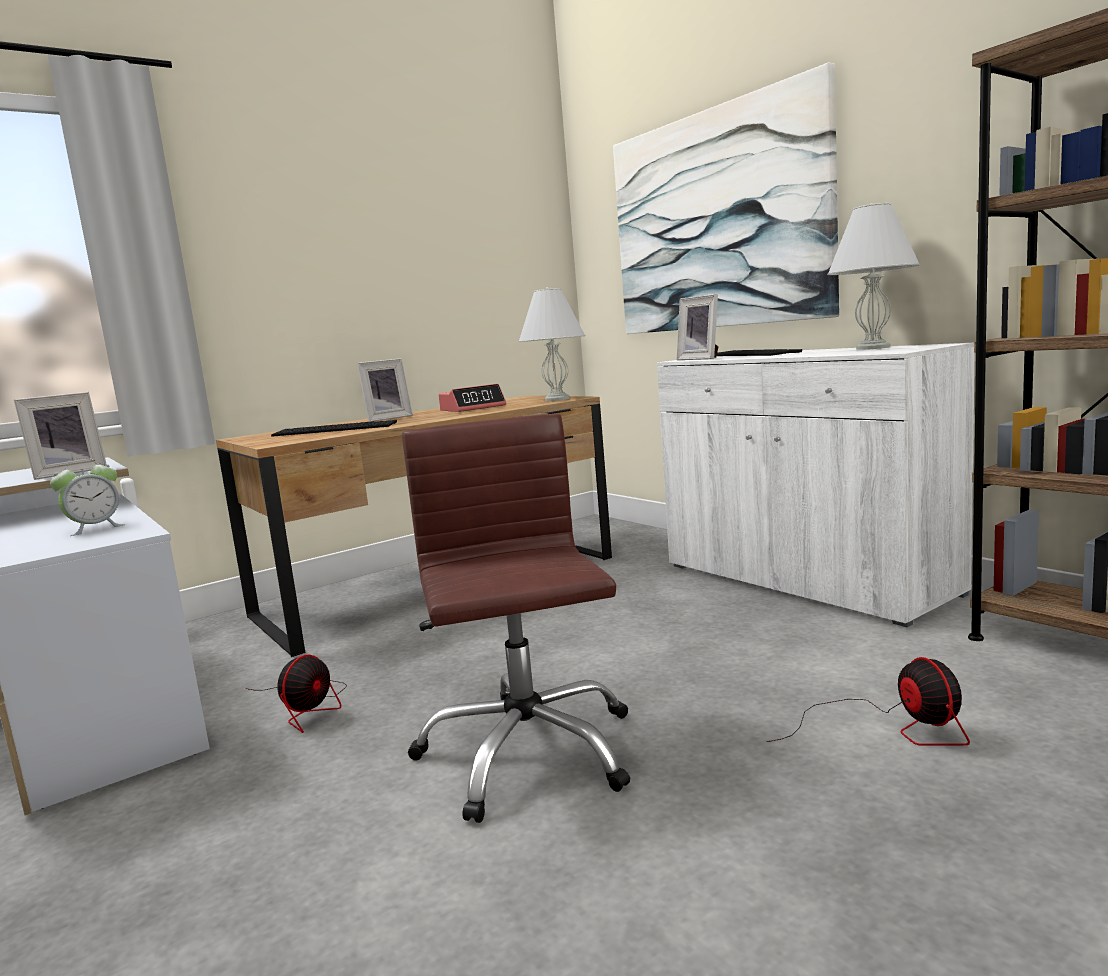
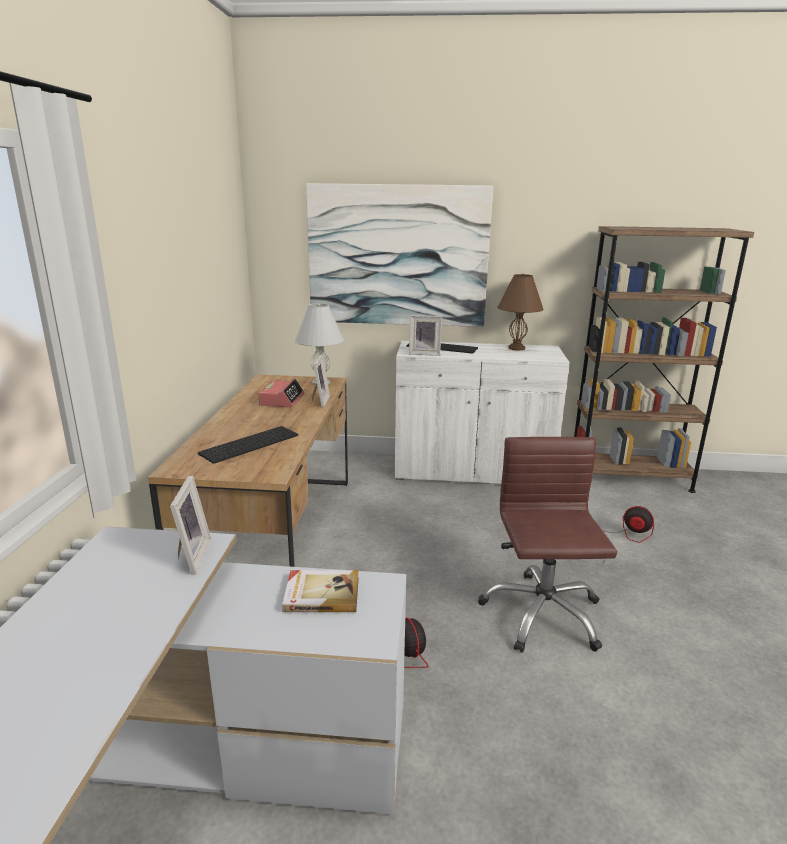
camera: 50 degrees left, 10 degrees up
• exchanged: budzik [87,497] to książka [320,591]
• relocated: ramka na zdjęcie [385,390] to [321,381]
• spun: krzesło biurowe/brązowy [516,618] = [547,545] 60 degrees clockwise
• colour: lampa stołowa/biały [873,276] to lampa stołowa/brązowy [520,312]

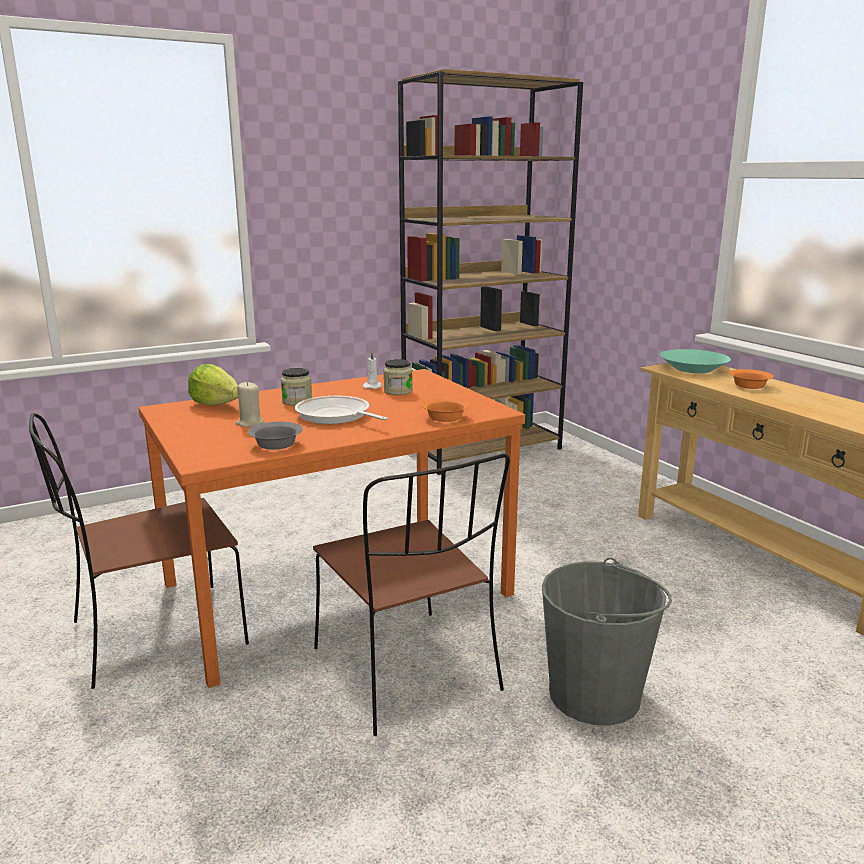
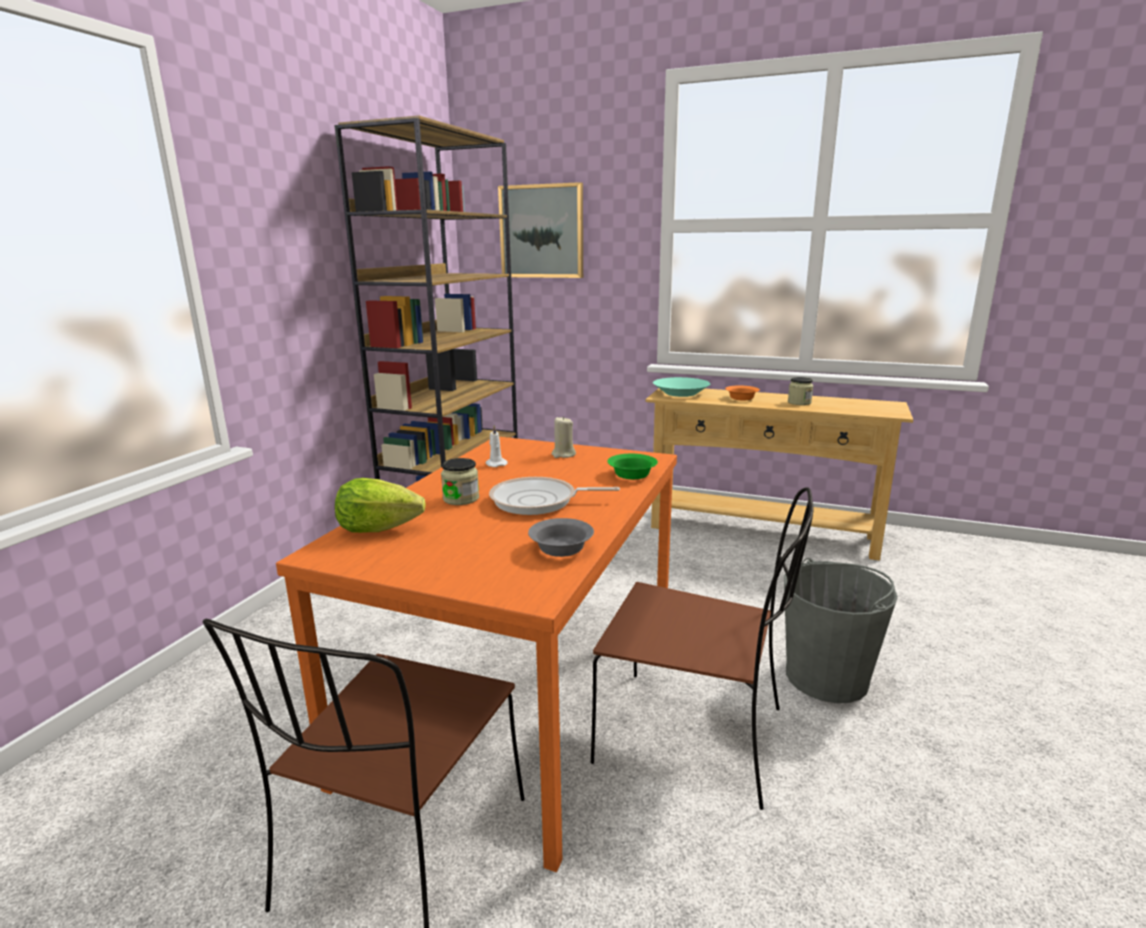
camera: 40 degrees left, 0 degrees up
• relocated: świeca/beżowy [250,404] to [564,437]
• relocated: słoik [397,377] to [800,391]
• colour: miska/pomarańczowy [445,410] to miska/zielony [632,466]
• appeared: obraz [540,230]

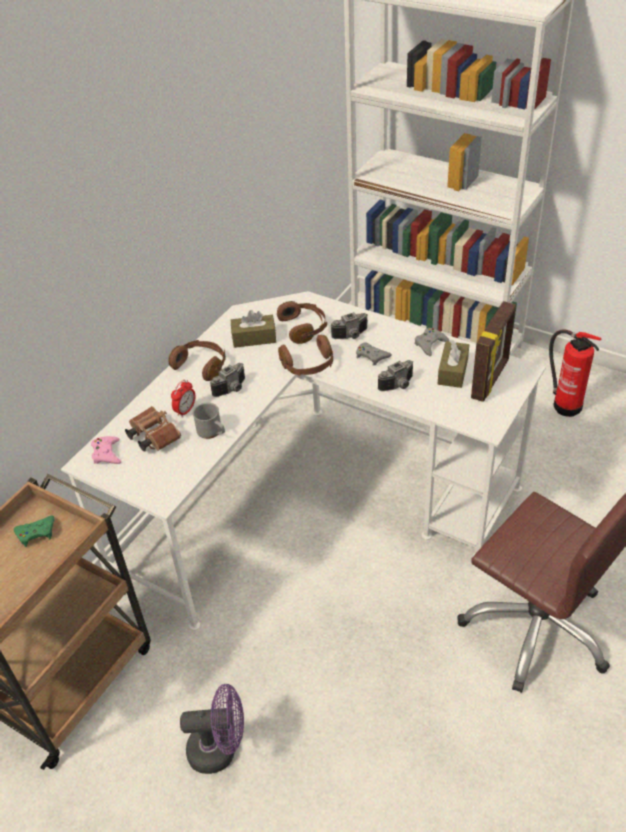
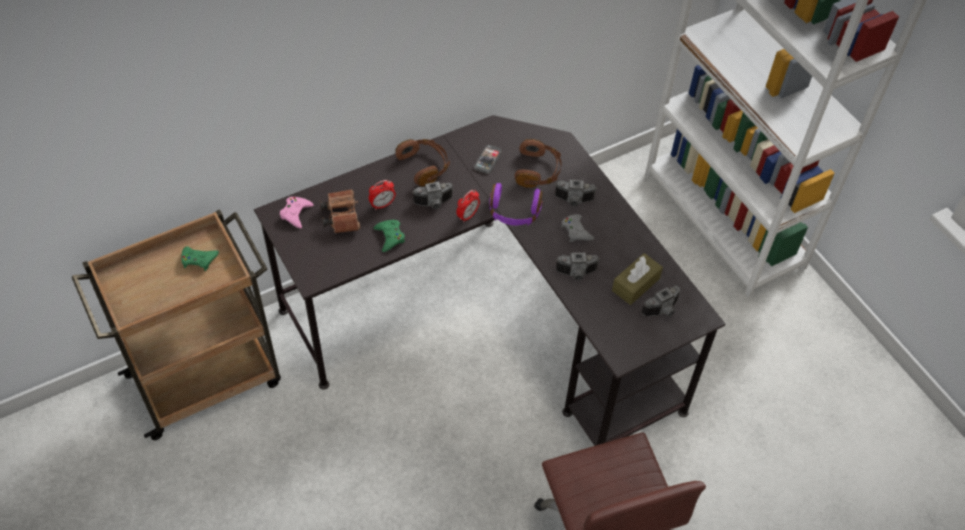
camera: 25 degrees right, 10 degrees up
• colour: biurko/biały [303,461] to biurko/czarny [489,280]
• missing: wentylator/fioletowy [212,729]
• exchanged: kubek/szary [209,421] to pad do gier/zielony [389,236]
• exchanged: pudełko chusteczek/brązowy [253,329] to telefon [488,159]
• colour: słuchawki/brązowy [305,355] to słuchawki/fioletowy [516,204]
• missing: pad do gier/szary [431,342]
• exchanged: ramka na zdjęcie [493,351] to aparat fotograficzny [661,301]
• missing: gaśnica [575,373]
• appeared: budzik [468,206]

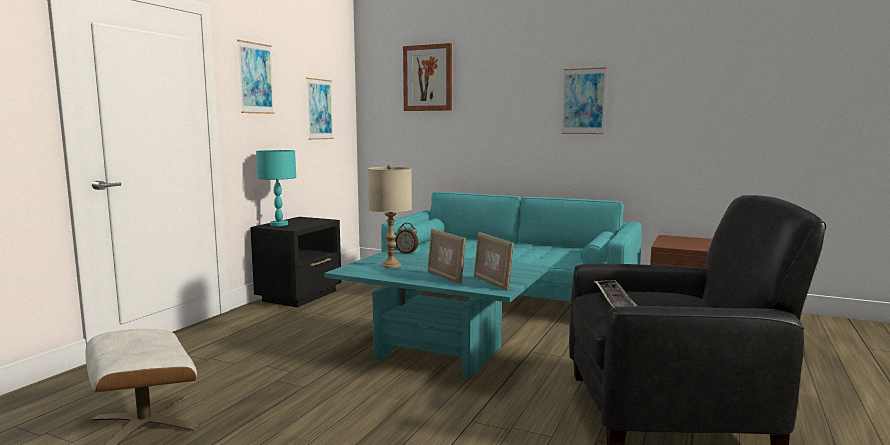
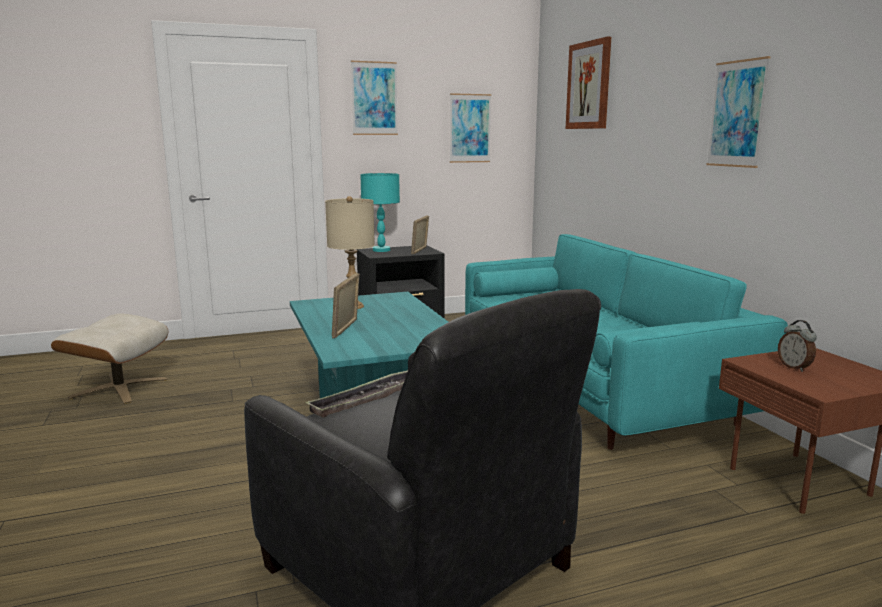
camera: 45 degrees right, 5 degrees up
• relocated: budzik [406,238] to [797,346]
• relocated: ramka na zdjęcie [494,261] to [420,234]

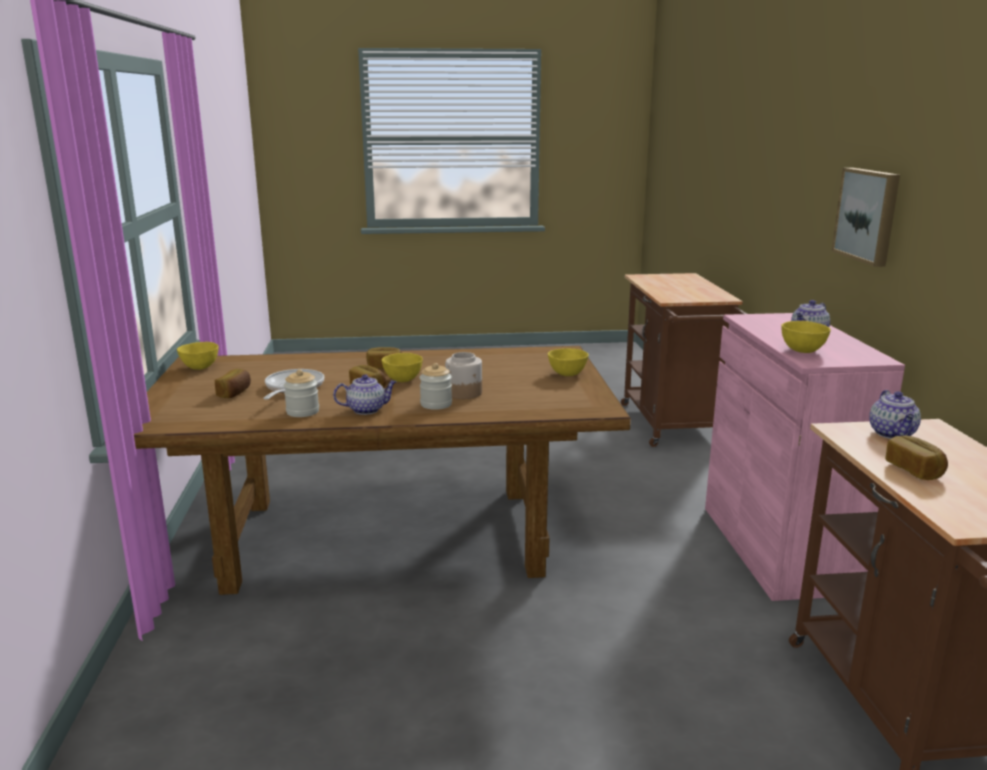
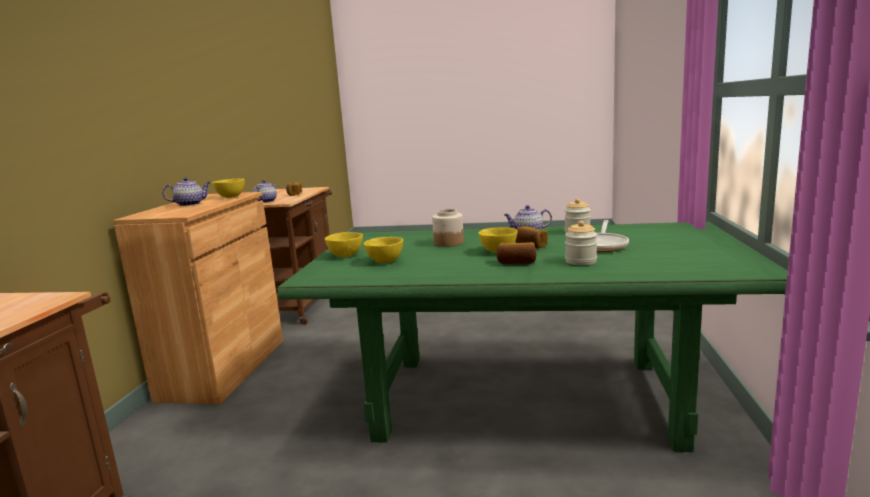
camera: 165 degrees left, 5 degrees down
• colour: stół jadalny/brązowy [382,470] to stół jadalny/zielony [532,337]
• relocated: miska/żółty [198,356] to [383,250]
• missing: chleb [233,383]
• relocated: słoik [435,386] to [581,243]
• colour: szafka/różowy [805,457] to szafka/brązowy [198,298]
• missing: obraz [866,217]

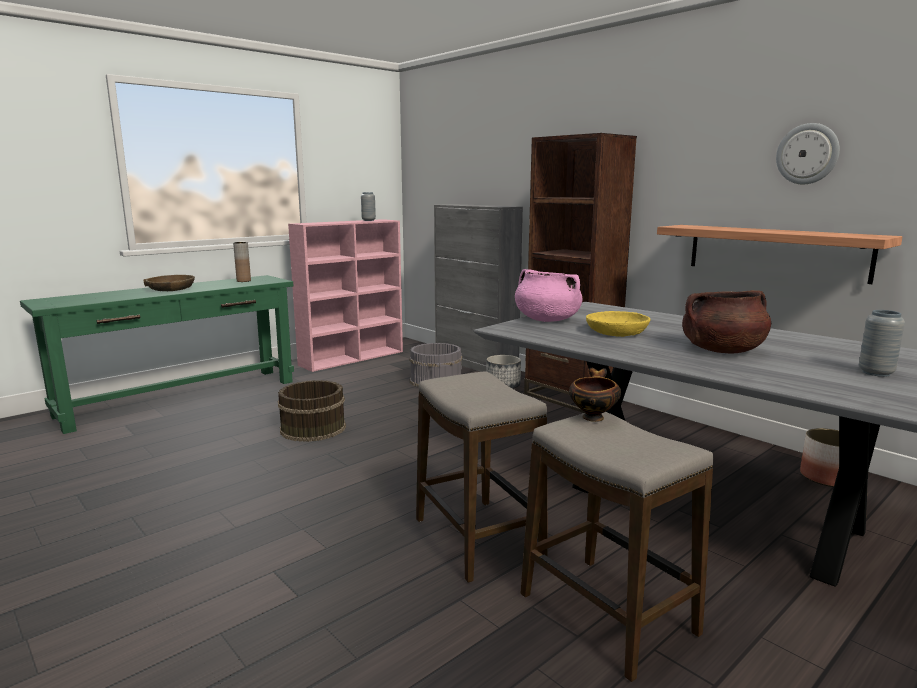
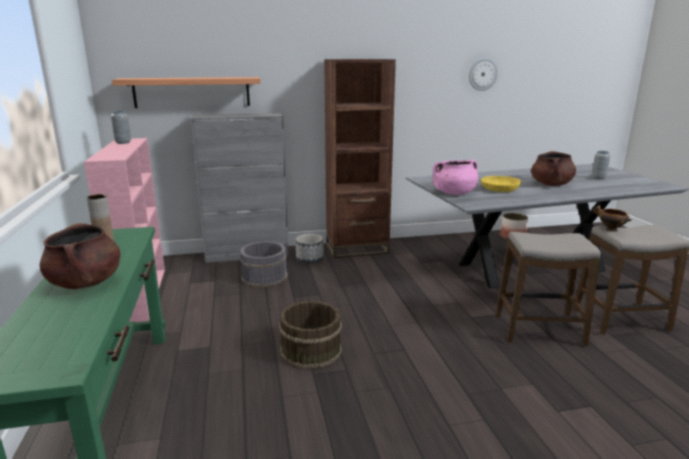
camera: 60 degrees left, 5 degrees up
• exchanged: miska/brązowy [169,283] to garnek/brązowy [80,256]
• relocated: półka [780,254] to [186,92]

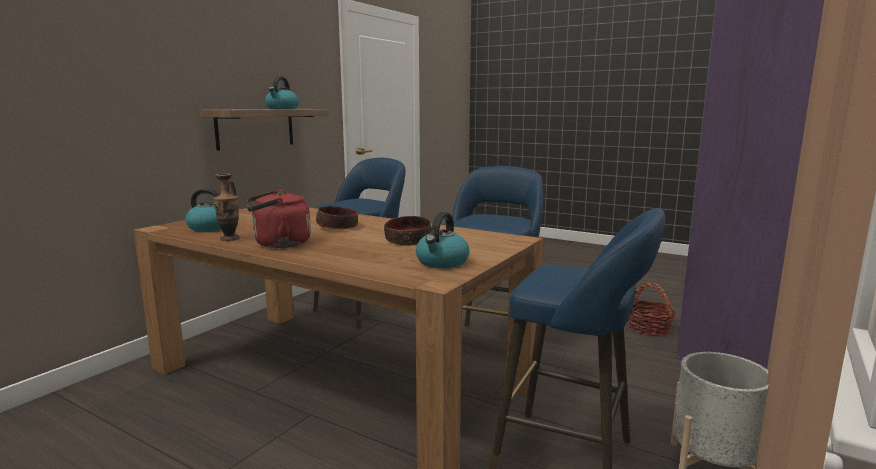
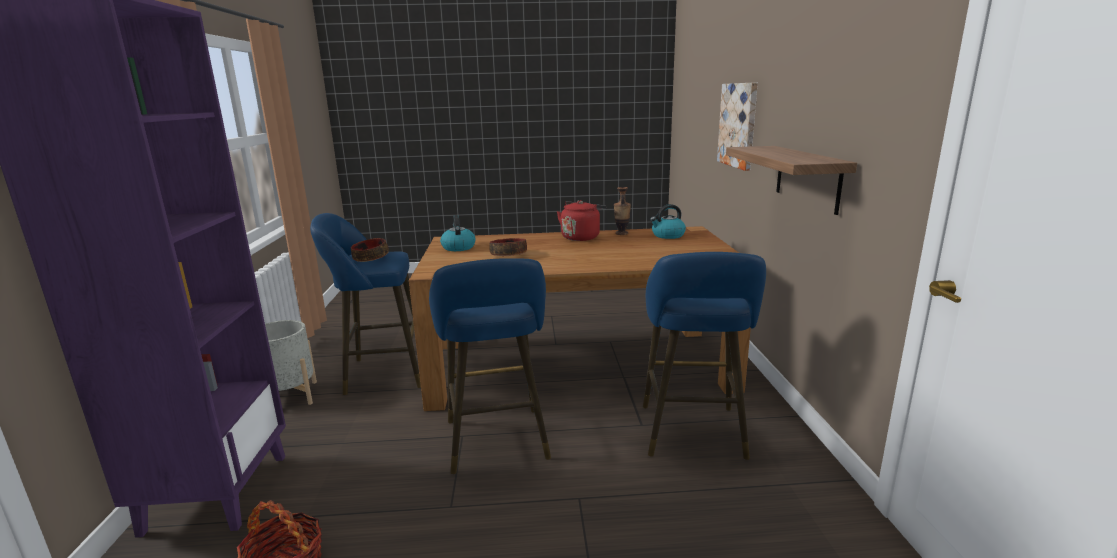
camera: 145 degrees right, 5 degrees up
• missing: czajnik [282,92]
• relocated: miska [337,217] to [370,250]
• appeared: obraz [737,126]

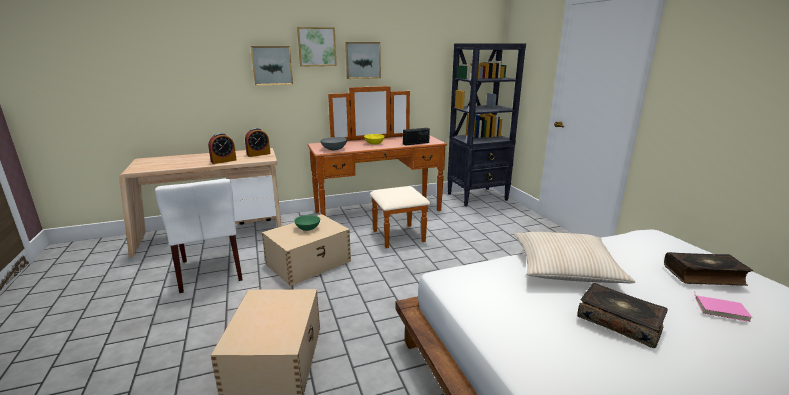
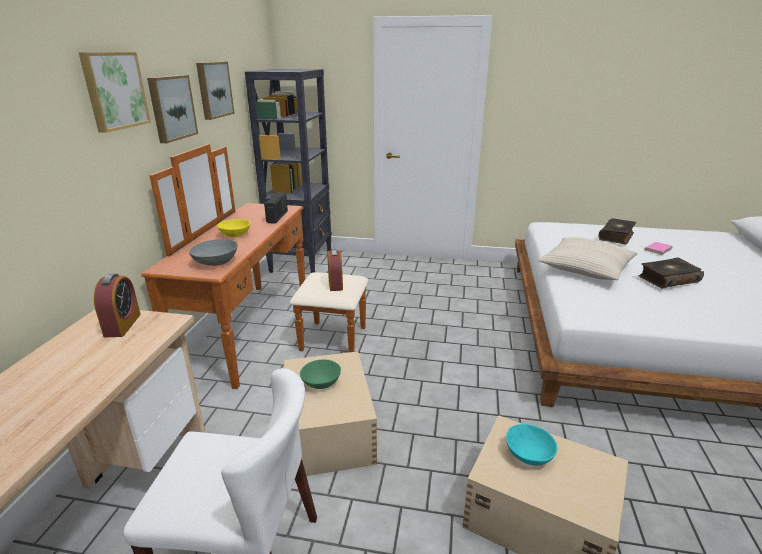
camera: 60 degrees left, 5 degrees up
• relocated: budzik [222,148] to [335,270]
• relocated: obraz [271,66] to [215,91]
• appeared: miska/turkusowy [531,444]

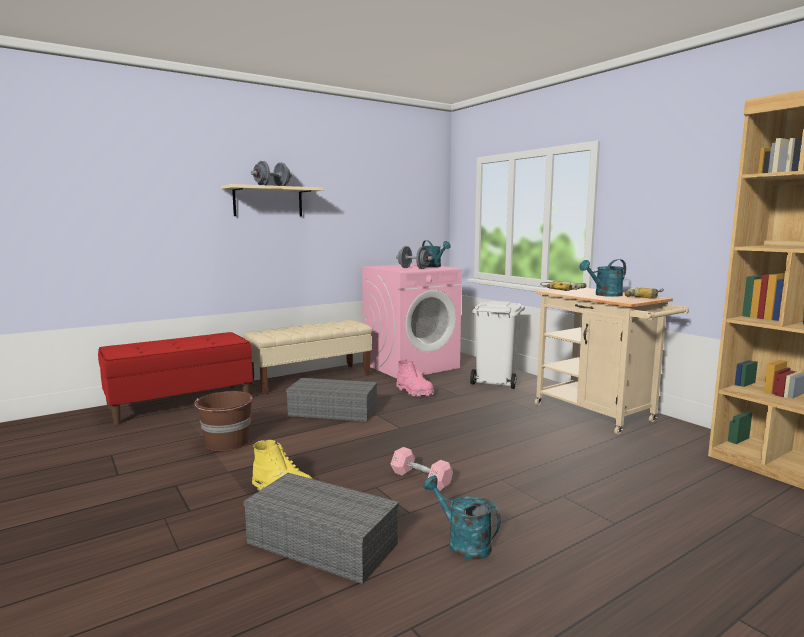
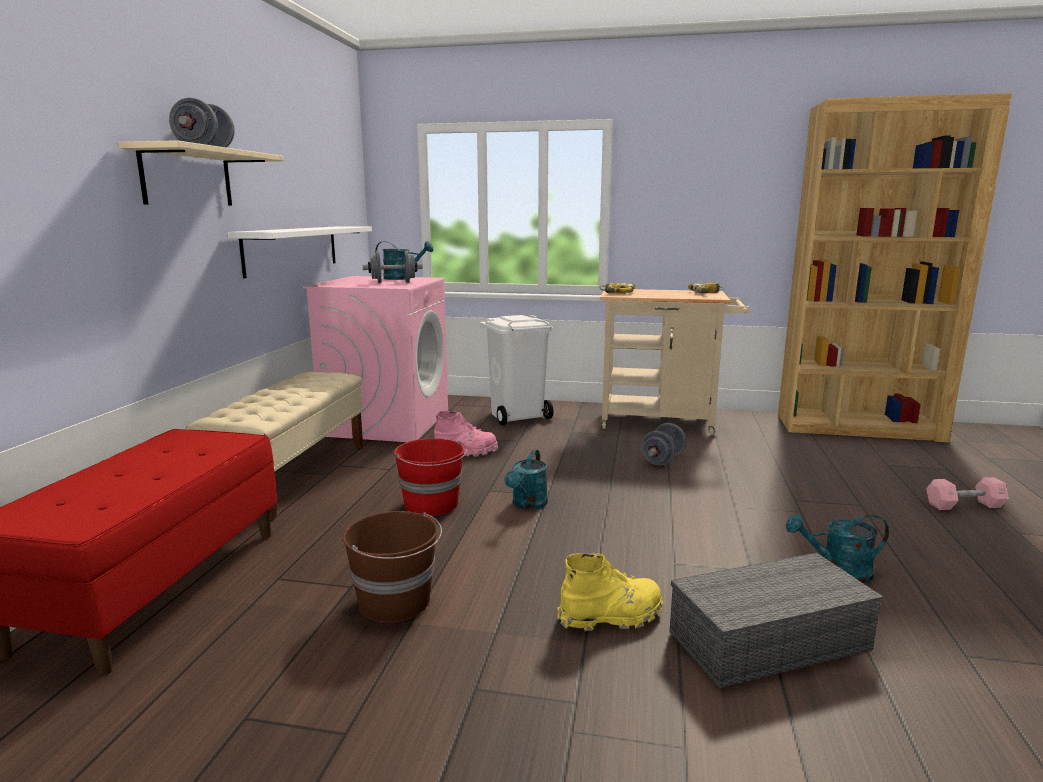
camera: 45 degrees left, 5 degrees up
• exchanged: pojemnik do przechowywania/szary [331,400] to wiadro/czerwony [430,477]
• relocated: hantel/różowy [421,469] to [967,493]
• relocated: konewka/turkusowy [603,278] to [526,479]
• appeared: półka/biały [300,252]
• appeared: hantel/szary [663,444]

